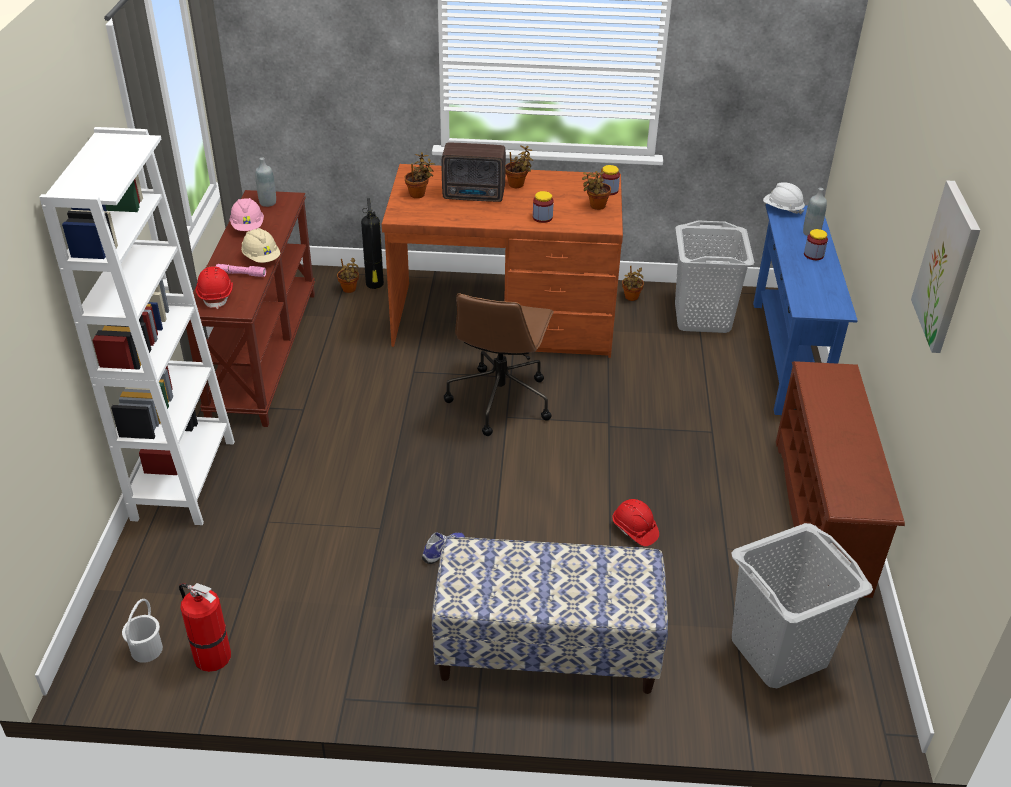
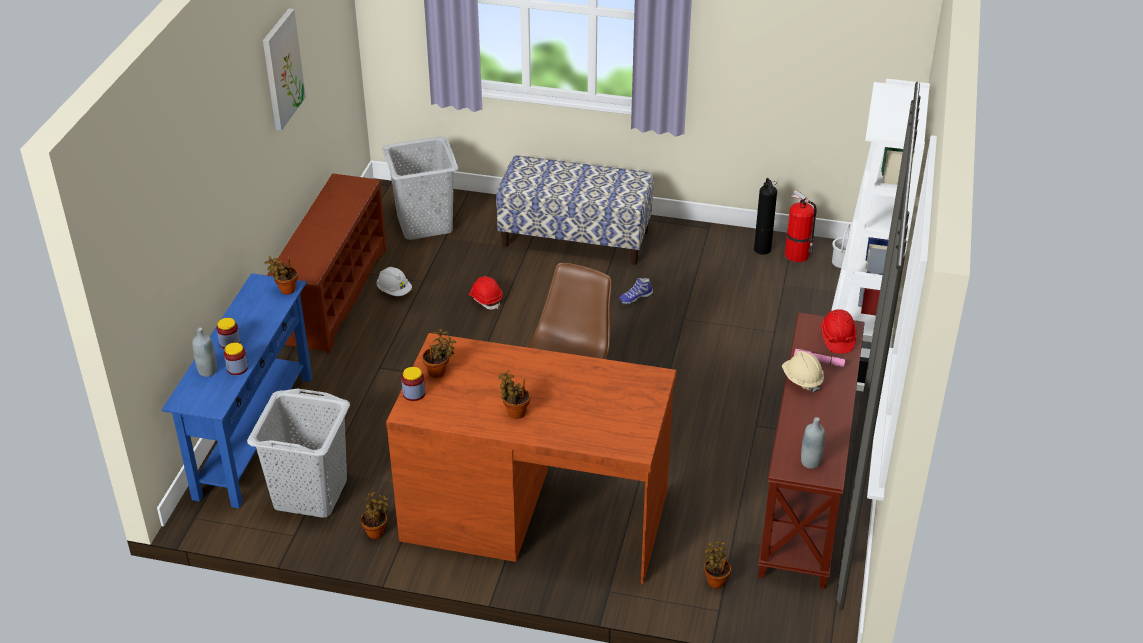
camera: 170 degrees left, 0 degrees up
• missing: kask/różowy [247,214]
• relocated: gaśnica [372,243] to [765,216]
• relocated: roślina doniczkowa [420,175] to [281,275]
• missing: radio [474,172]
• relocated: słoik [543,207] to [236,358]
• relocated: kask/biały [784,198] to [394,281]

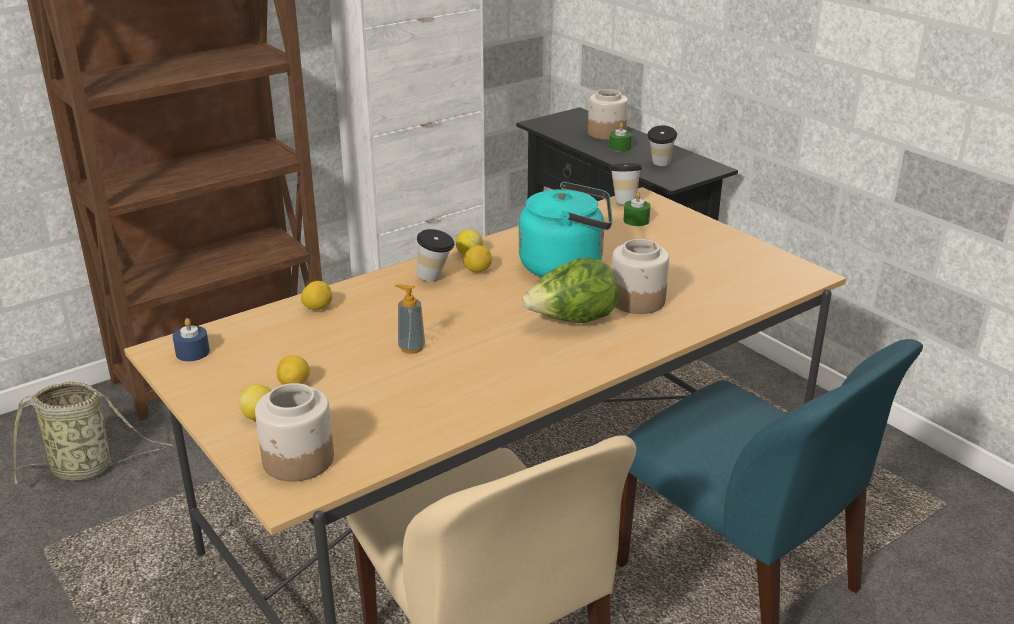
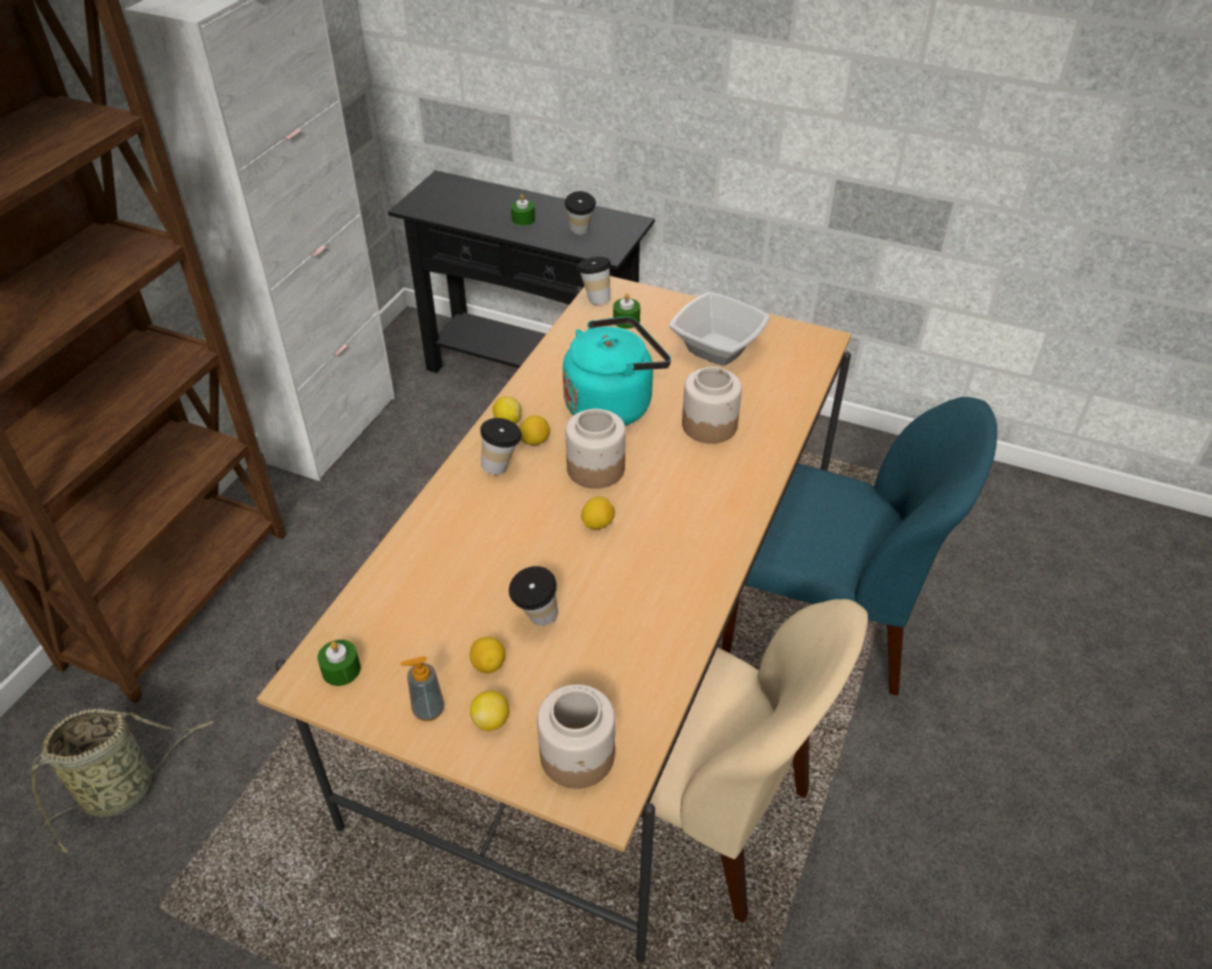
camera: 30 degrees left, 15 degrees up
• colour: świeca/niebieski [191,339] to świeca/zielony [339,663]
• relocated: cytryna [317,295] to [598,513]
• relocated: dozownik mydła [410,319] to [422,688]
• missing: sałata [570,290]
• relocated: słoik [608,114] to [596,449]
• appeared: filiżanka [533,596]
• appeared: miska [719,329]

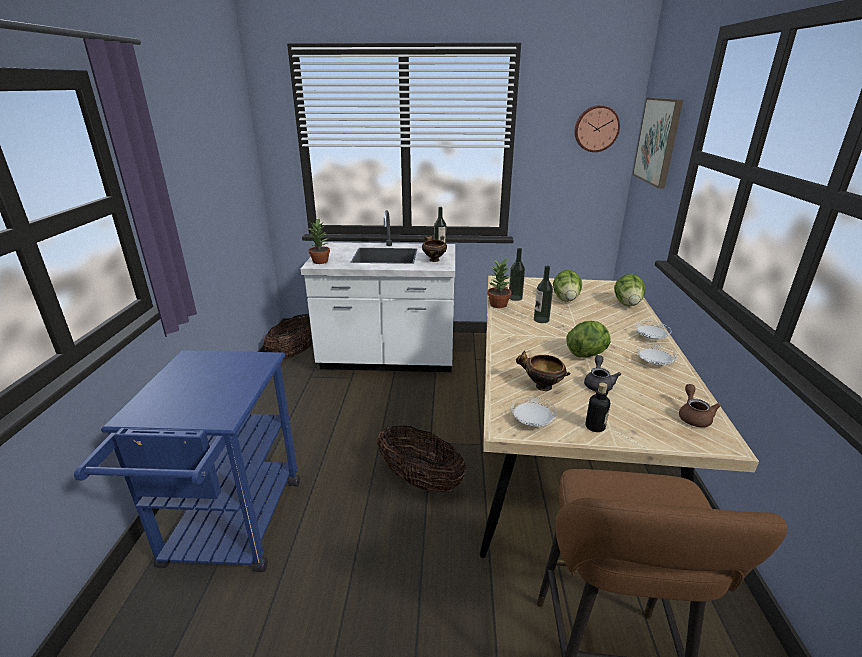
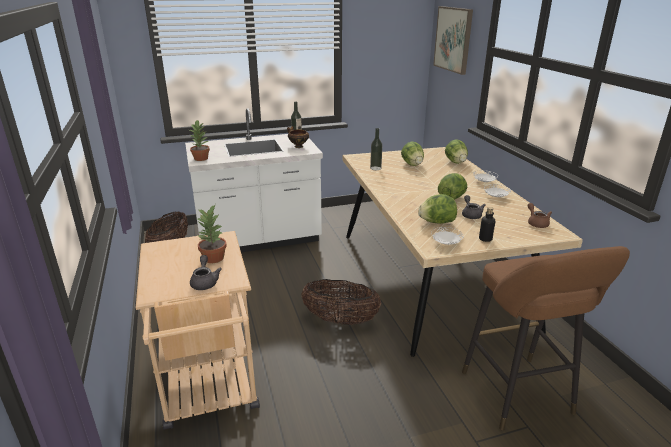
camera: 20 degrees left, 0 degrees up
• colour: wózek/niebieski [187,461] to wózek/beżowy [198,330]
• relocated: roślina doniczkowa [499,283] to [211,233]
• exchanged: miska [543,371] to sałata [437,209]
• missing: butelka [543,294]
• missing: zegar ścienny [597,128]
• appeared: imbryk/szary [206,272]

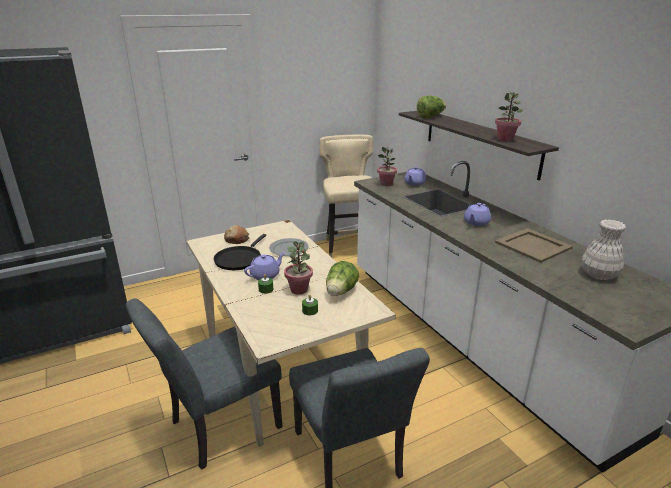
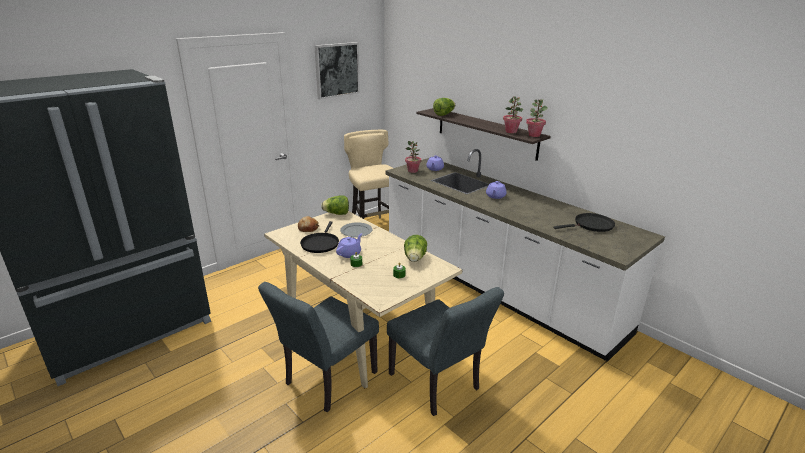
camera: 15 degrees left, 0 degrees up
• relocated: roślina doniczkowa [298,268] to [537,118]
• missing: taca/beżowy [534,245]
• exchanged: wazon/biały [604,249] to patelnia/czarny [584,222]
• appeared: obraz [337,71]
• appeared: sałata [335,205]

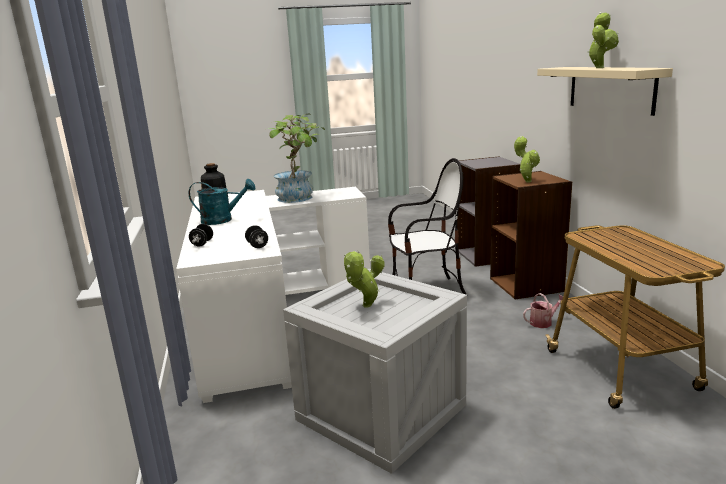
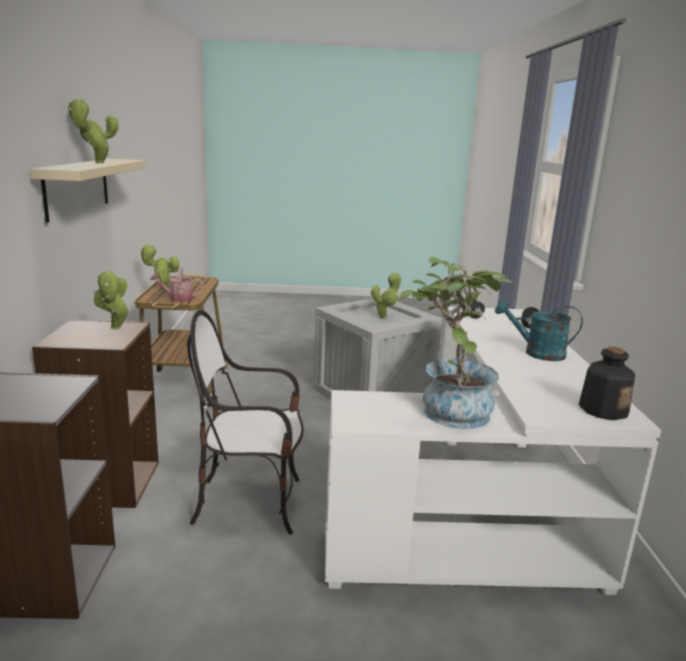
camera: 170 degrees left, 0 degrees up
• relocated: konewka [543,310] to [176,284]
• appeared: roślina doniczkowa [159,267]

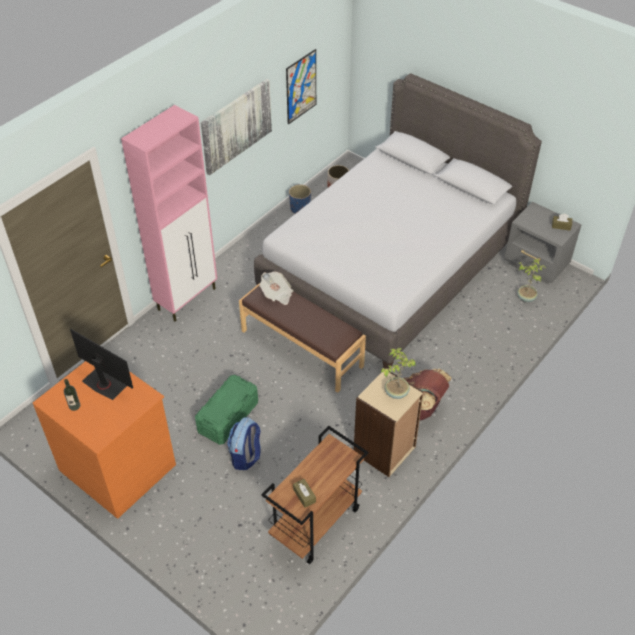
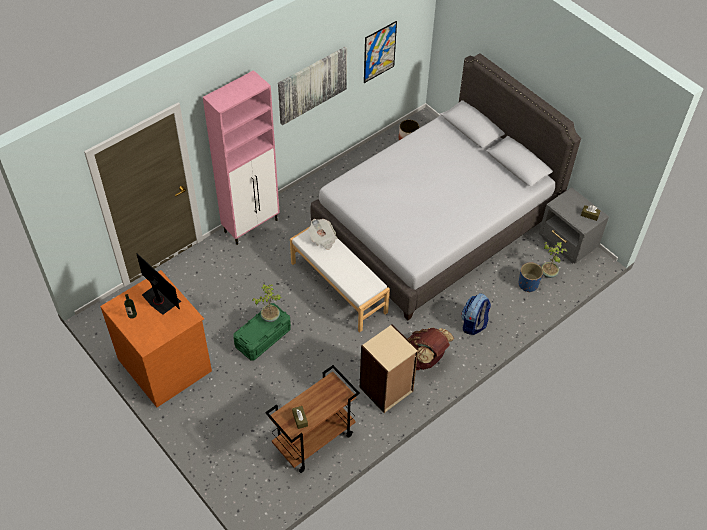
camera: 10 degrees right, 5 degrees up
• relocated: plecak [244,443] to [476,314]
• colour: ławka/brązowy [302,338] to ławka/biały [340,279]
• relocated: donica/niebieski [300,199] to [531,277]
• relocated: roślina doniczkowa [398,373] to [266,303]

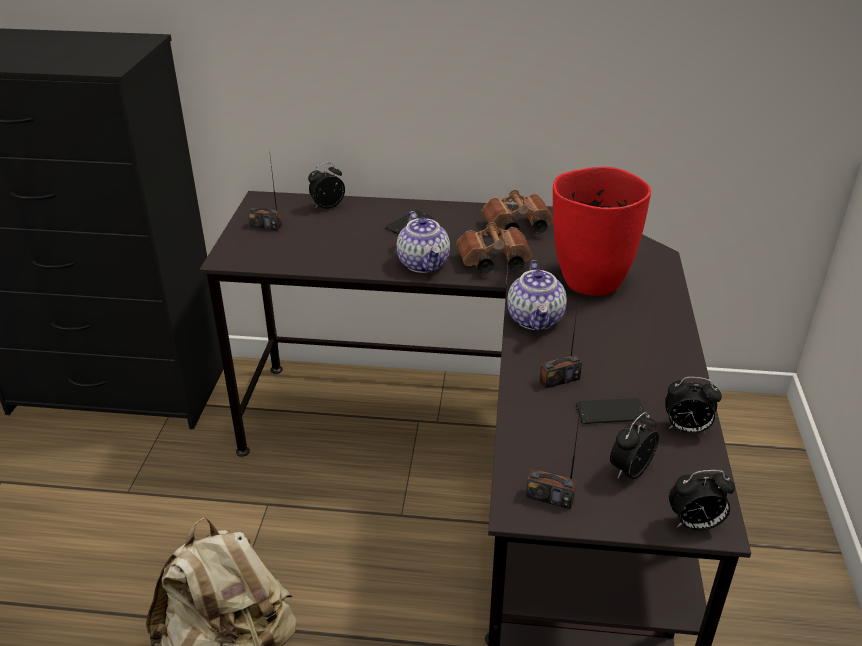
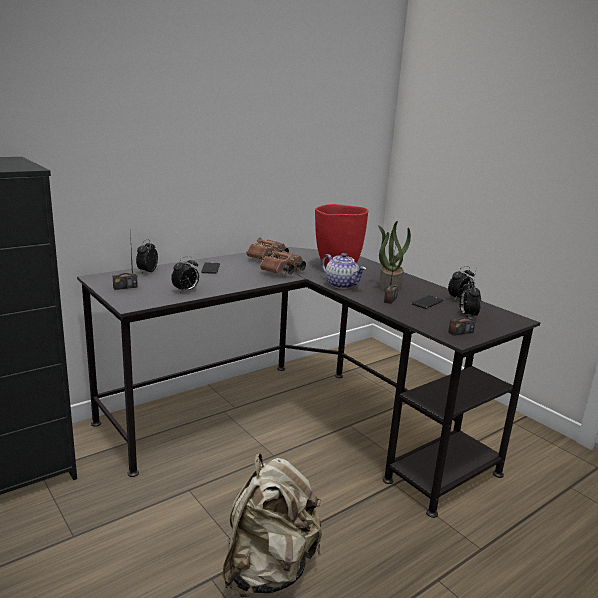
camera: 45 degrees left, 15 degrees down
• missing: imbryk [423,242]
• relocated: budzik [702,500] to [185,274]
• appeared: roślina doniczkowa [394,256]

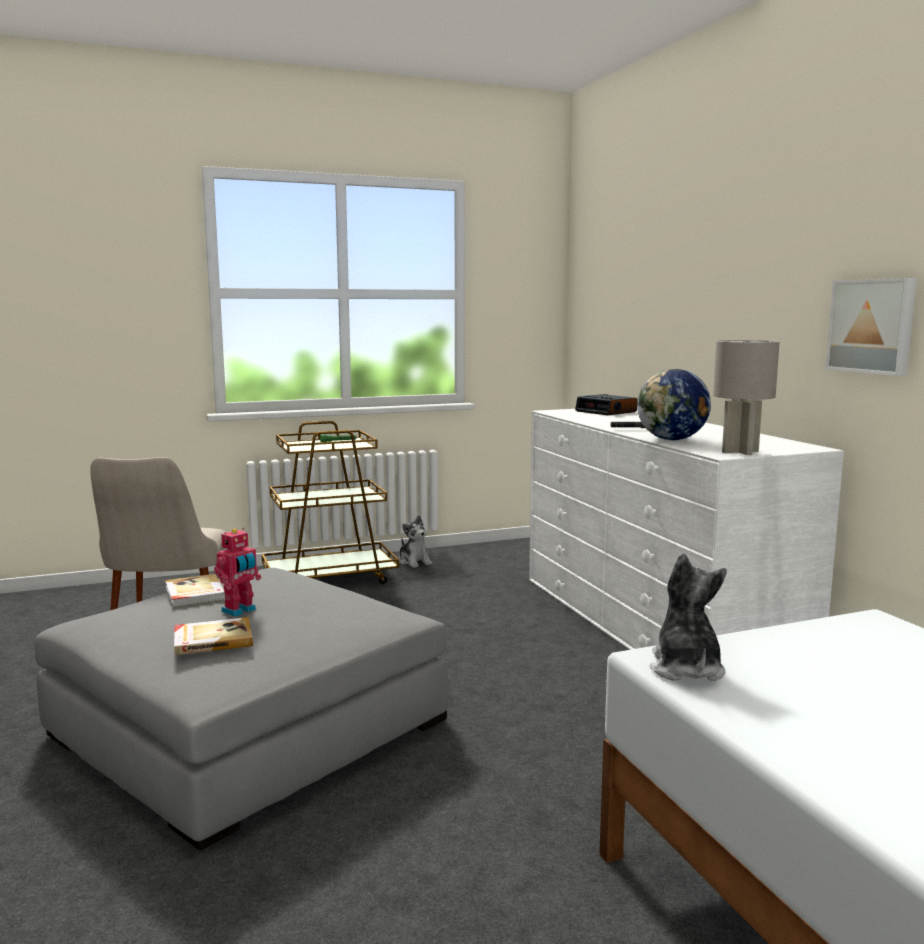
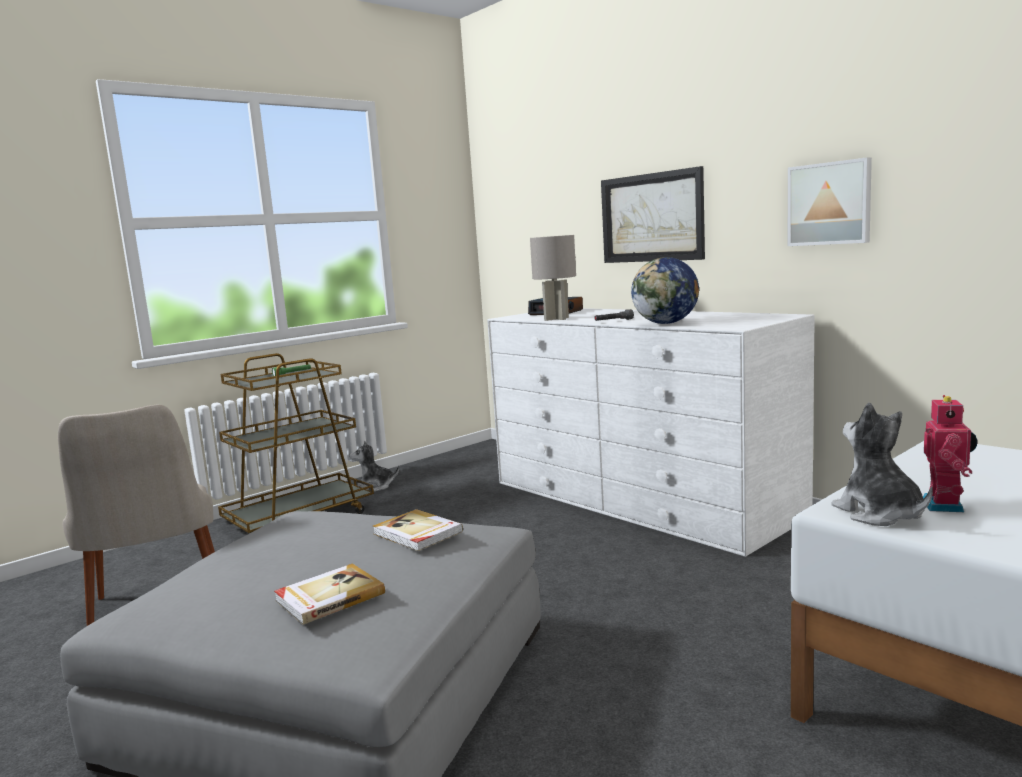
camera: 20 degrees left, 0 degrees up
• relocated: książka [195,590] to [418,530]
• relocated: robot zabawkowy [237,572] to [950,453]
• spun: pluszak [415,541] = [374,466] 135 degrees clockwise
• relocated: lampa stołowa/szary [746,397] to [553,278]
• appeared: obraz [653,214]

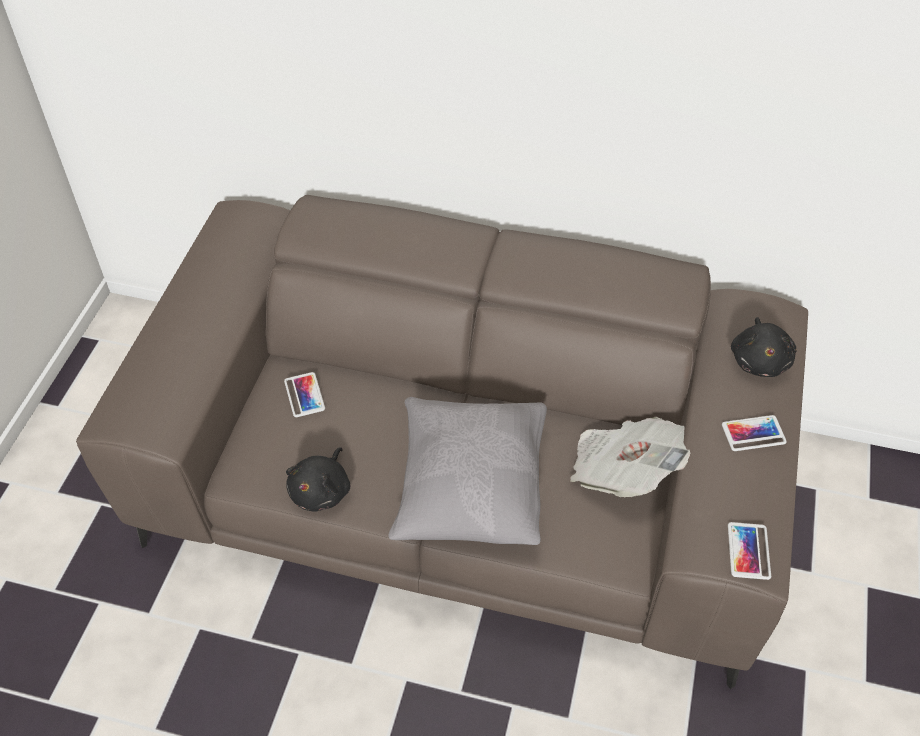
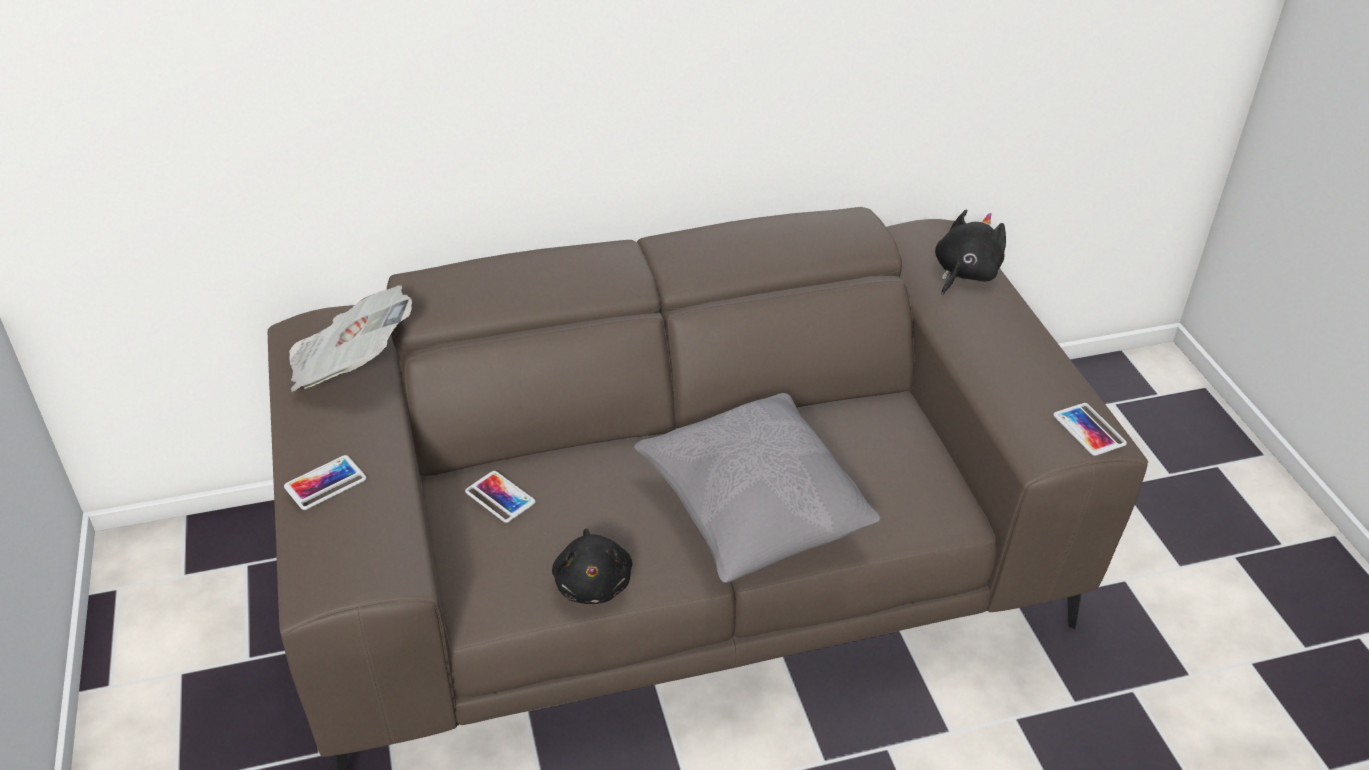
camera: 30 degrees left, 10 degrees down
• relocated: gazeta [630,457] to [350,338]
• relocated: telefon [754,433] to [325,482]
• spun: pluszak/czarny [764,347] = [970,252] 120 degrees counterclockwise

